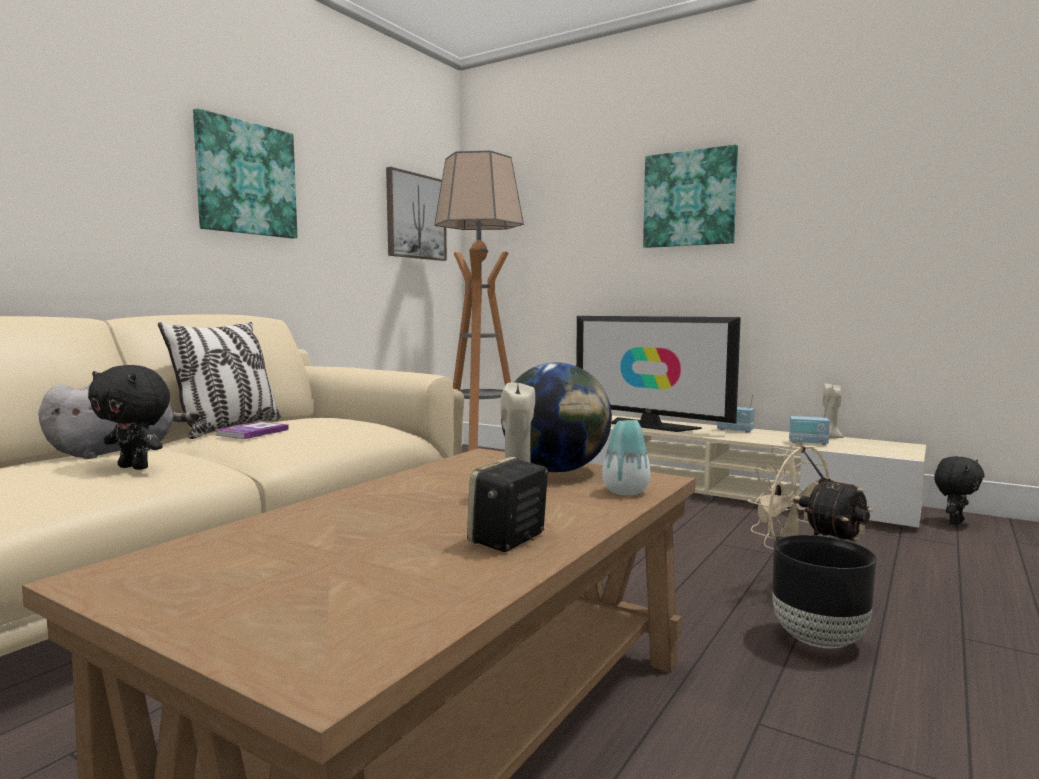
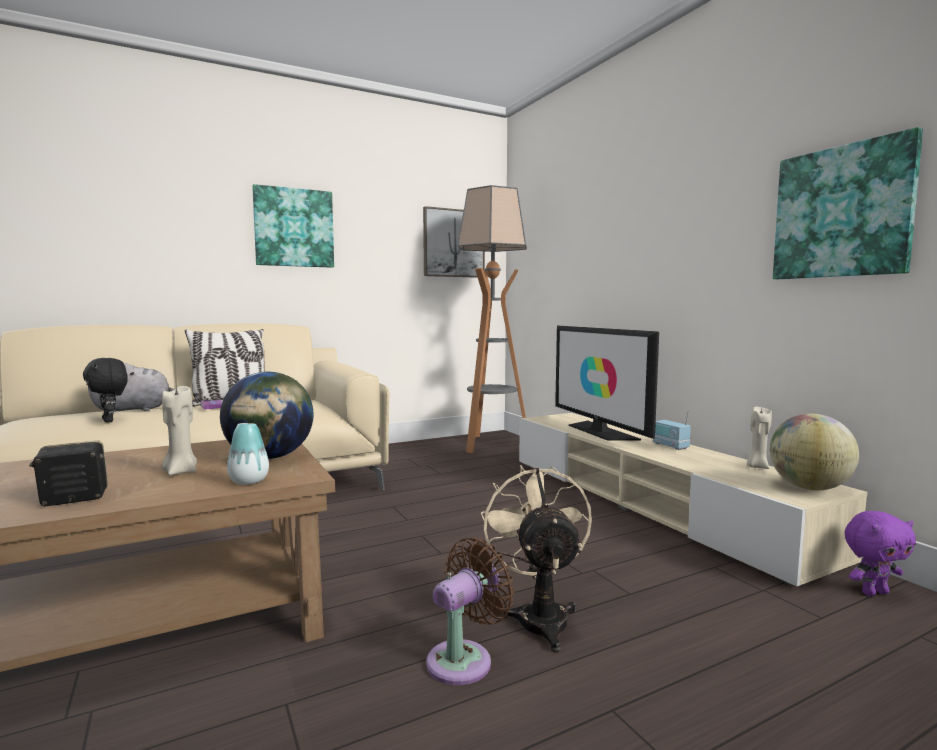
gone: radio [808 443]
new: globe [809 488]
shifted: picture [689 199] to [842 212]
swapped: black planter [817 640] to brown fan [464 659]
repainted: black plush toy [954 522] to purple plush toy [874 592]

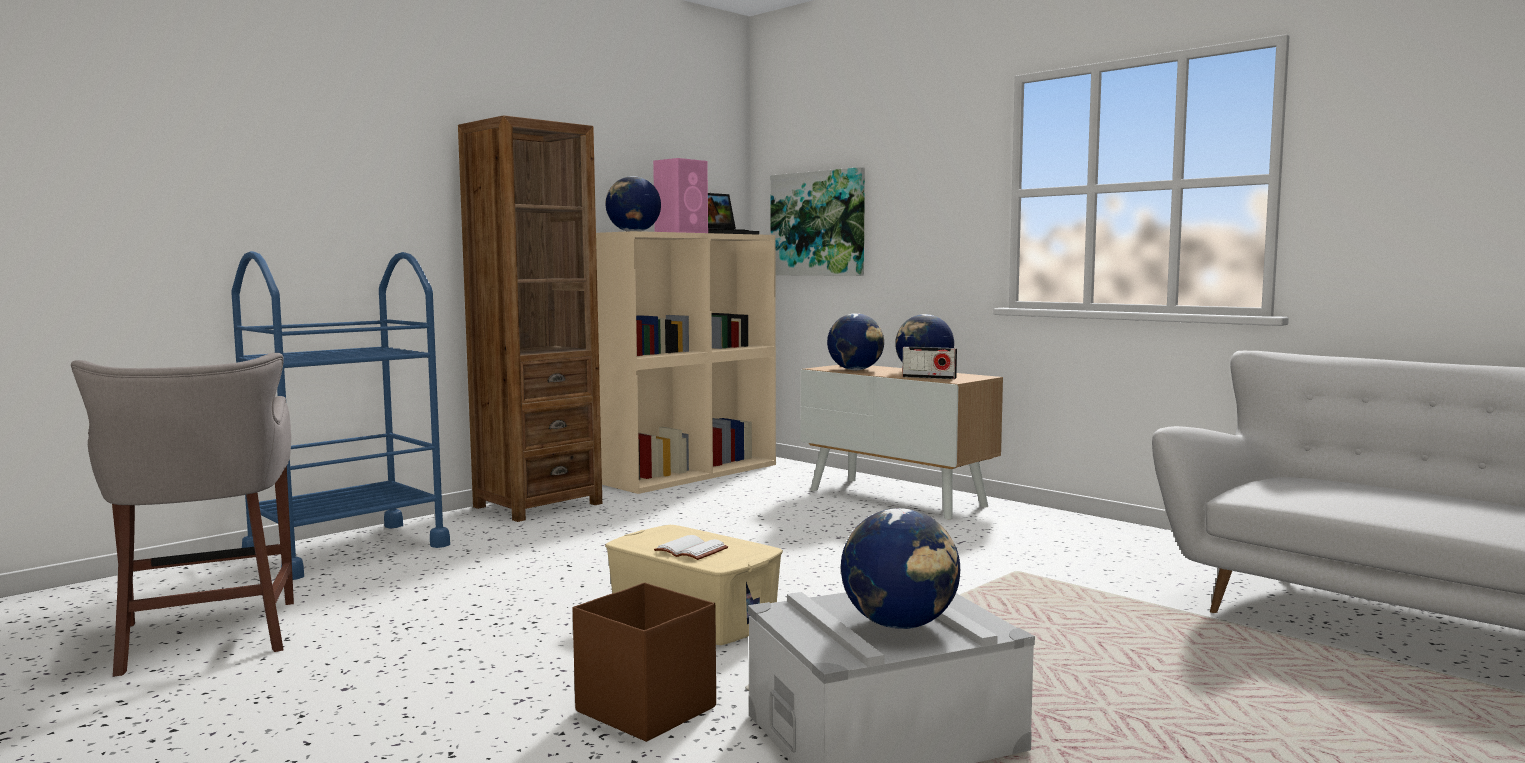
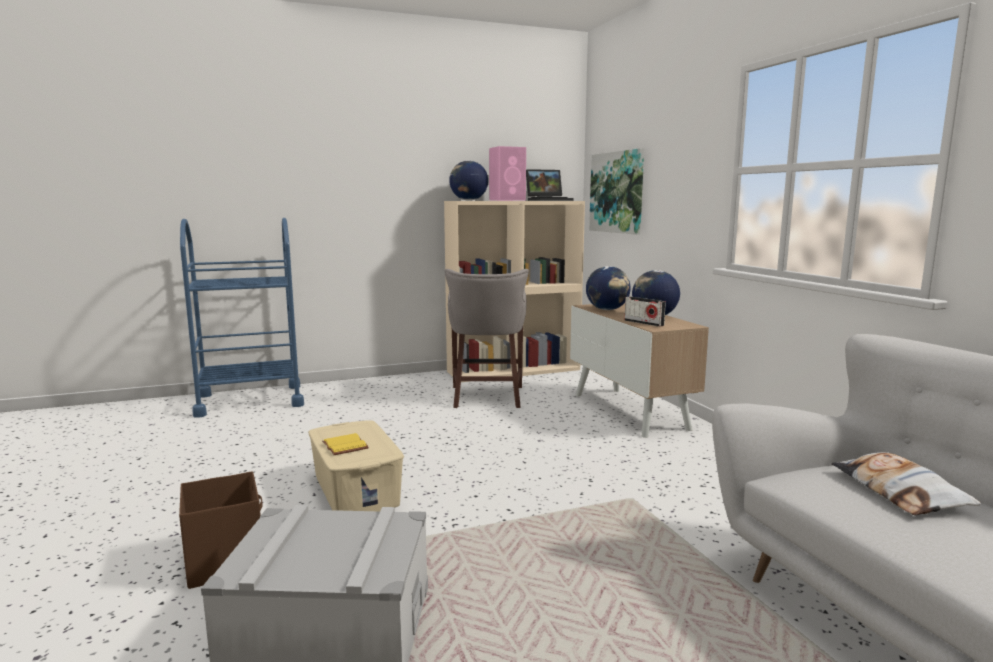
gone: brown bookcase [537 505]; globe [900 625]
new: pillow [899 492]
shifted: grey stool [206 638] to [487 397]
repainted: white book [693 550] to yellow book [346 446]

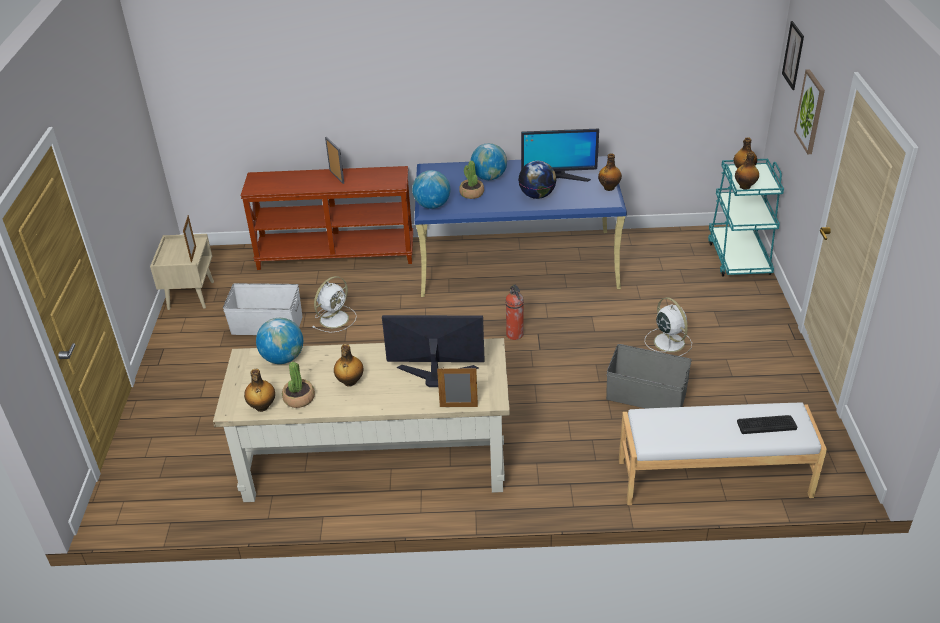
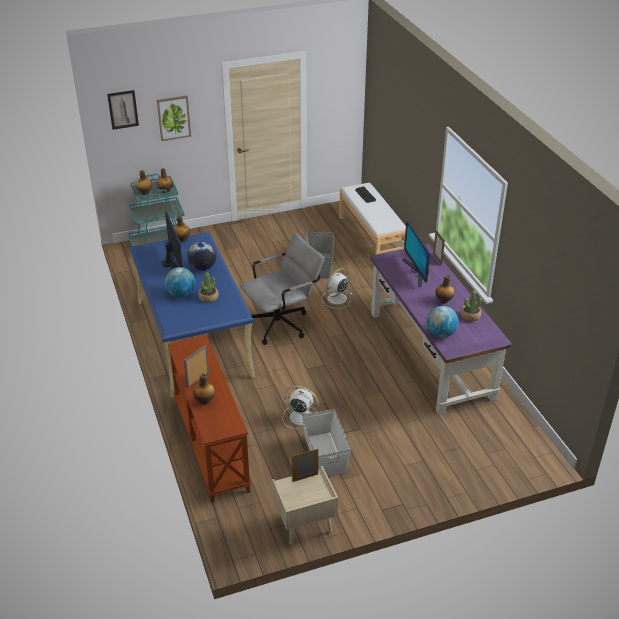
gone: globe [432 205]
shifted: bottle [262 407] to [205 401]; white fan [668 341] to [336 299]
swapped: fire extinguisher [515 335] to grey office chair [283 323]
repainted: beige desk [374 462] to purple desk [431 354]

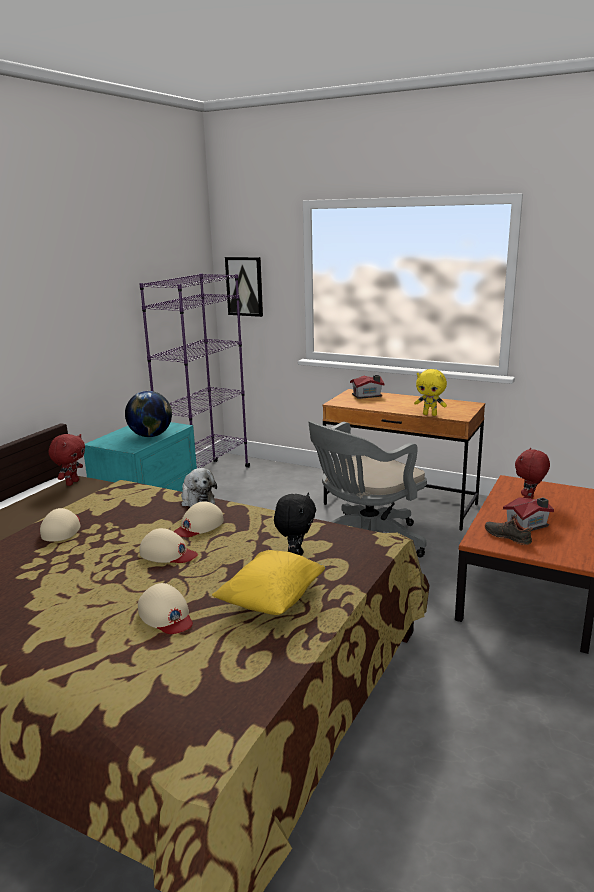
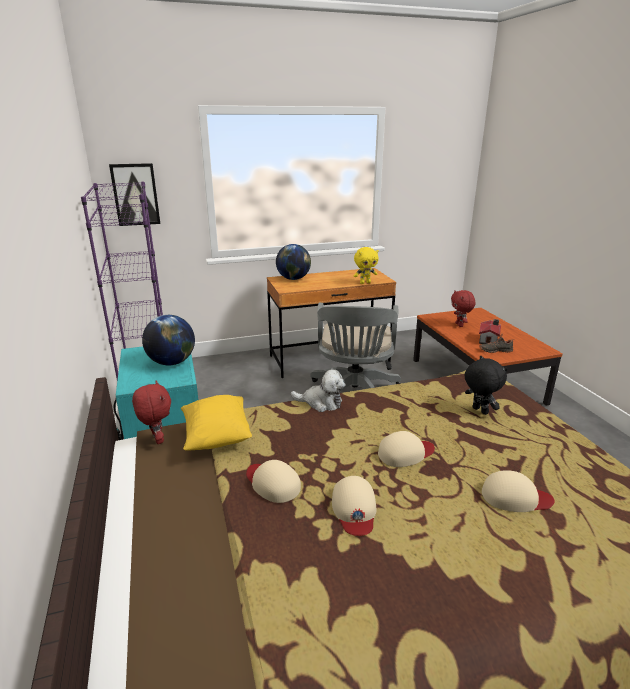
shifted: yellow pillow [272 601] to [217 437]; beige cap [199 526] to [354 509]
swapped: toy house [367 395] to globe [293 279]

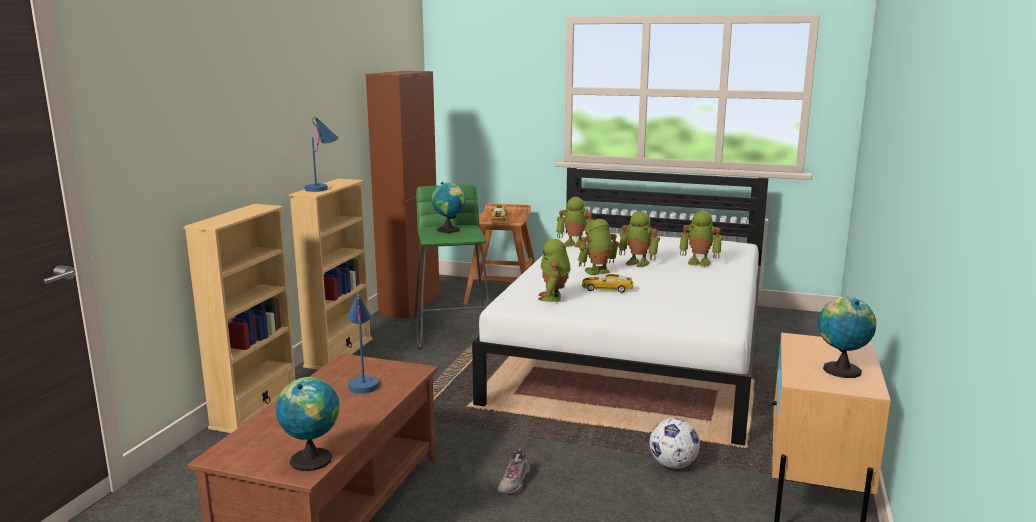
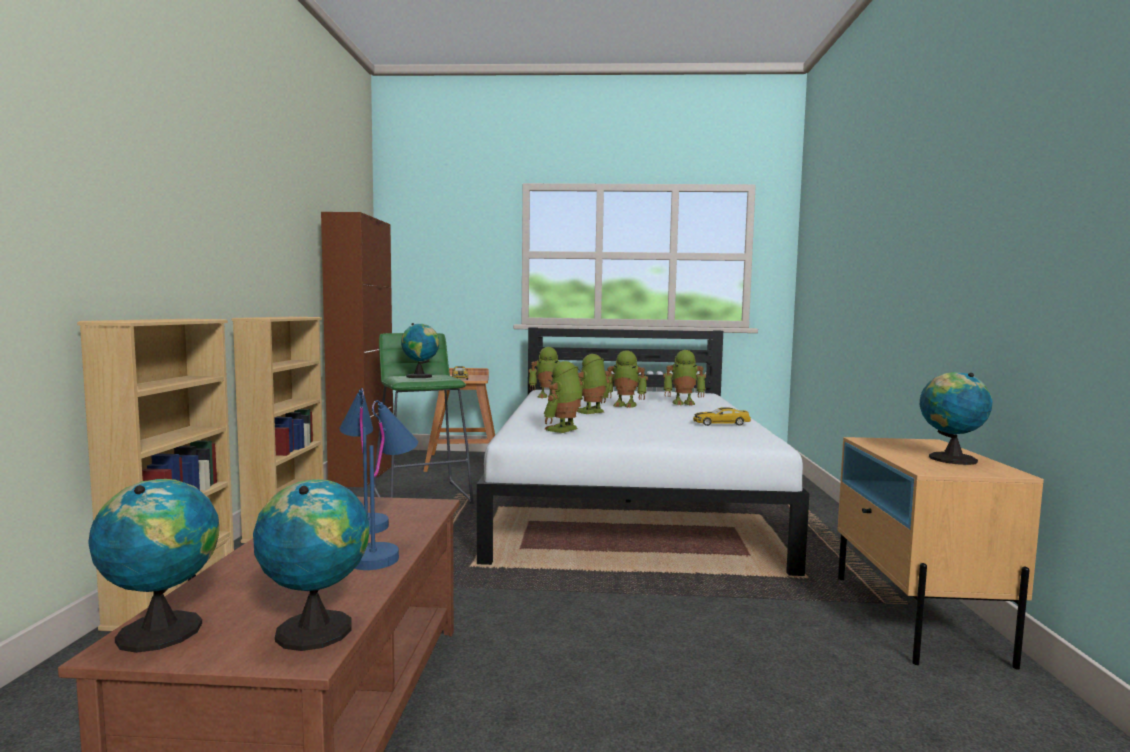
gone: shoe [514 483]; football [672 465]
new: globe [162 629]
shifted: blue table lamp [323 188] to [386 551]; toy car [607 289] to [721 423]
rotated: toy robot [554 297] = [564 430] 45 degrees clockwise

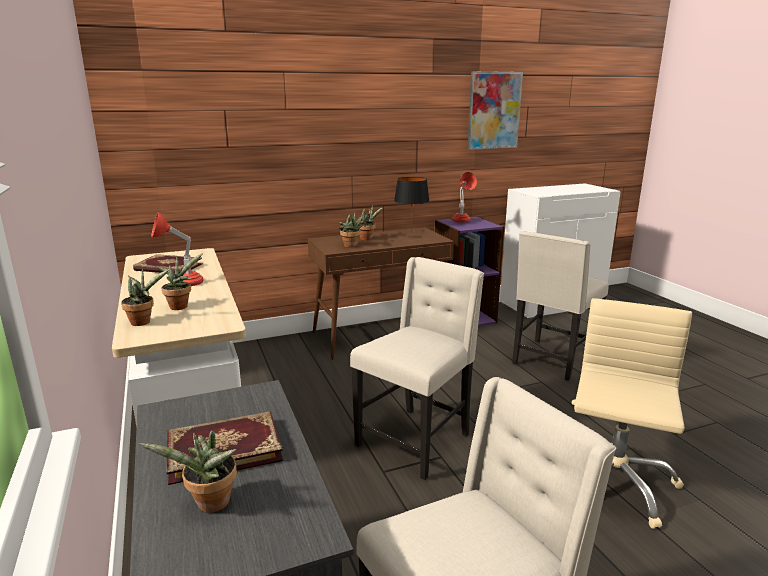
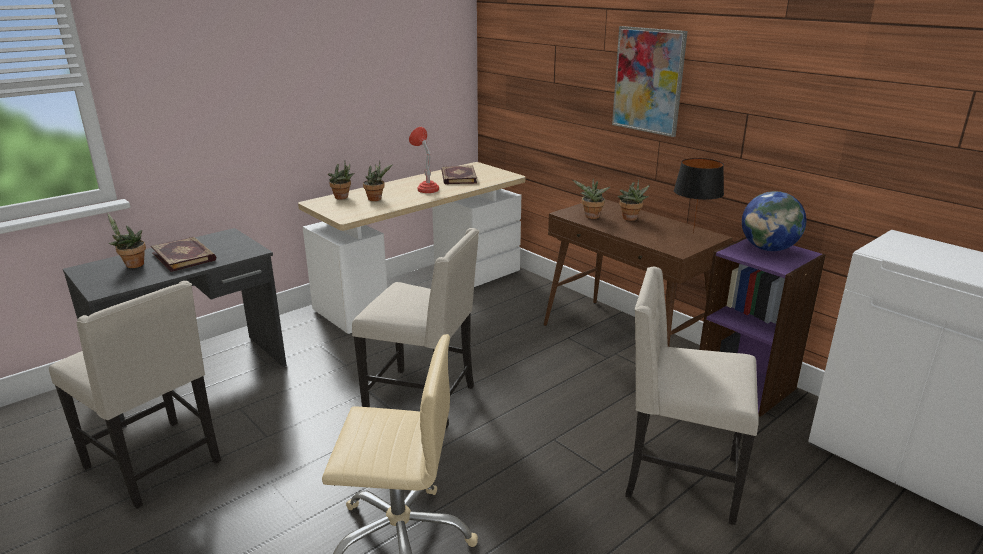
shifted: picture [494 110] to [648 80]
swapped: red table lamp [462 222] to globe [768 249]

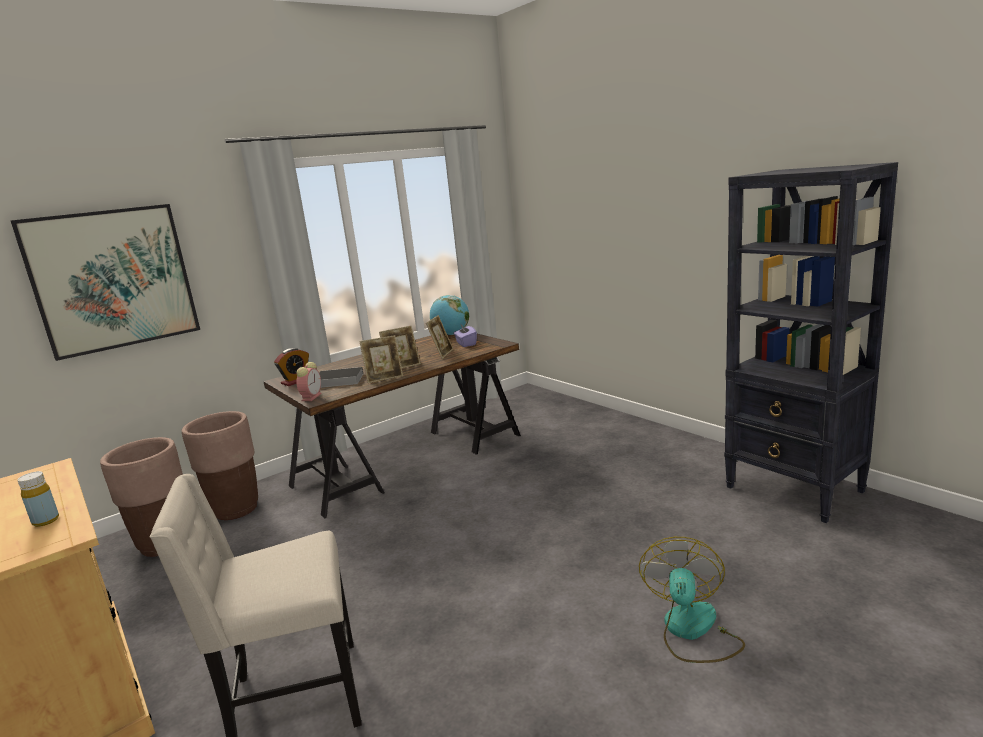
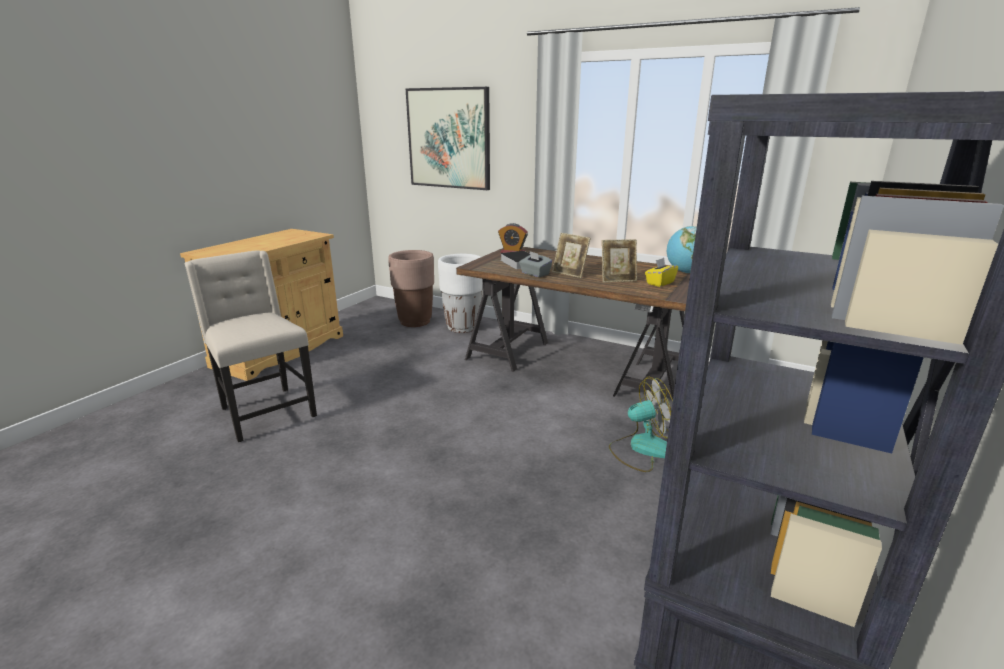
gone: yellow bottle [46 521]; alarm clock [311 397]
shifted: fan [692 631] to [641 449]
swapped: picture frame [384 378] to grey tissue box [535 274]
repainted: brown planter [236 509] to white planter [463 327]; purple tissue box [466 344] to yellow tissue box [659 283]

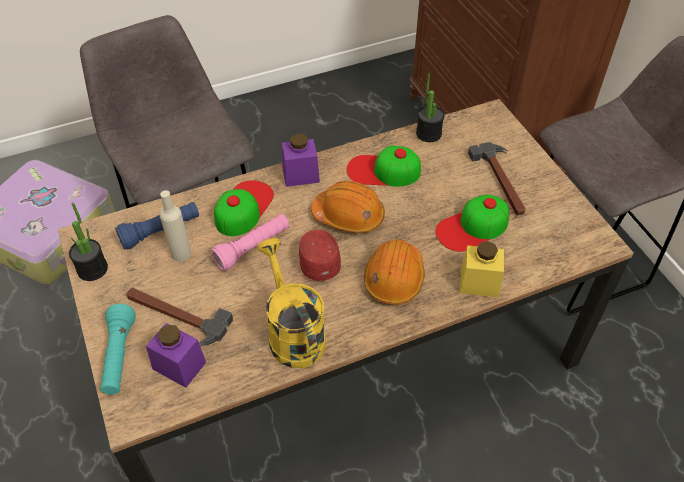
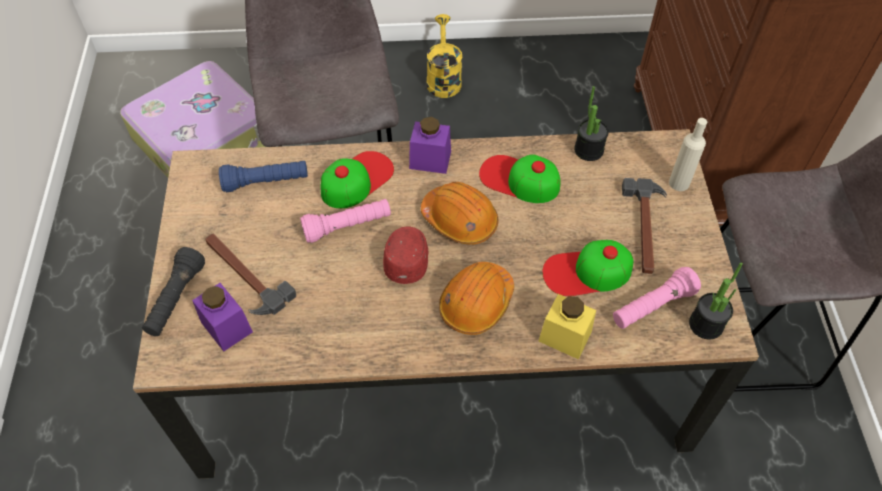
new: pink flashlight [652 307]
shifted: yellow watering can [292 332] to [443 78]; beige bottle [181 253] to [679 183]; potted plant [92 269] to [706 324]
repainted: turquoise flashlight [119 356] to black flashlight [176 299]

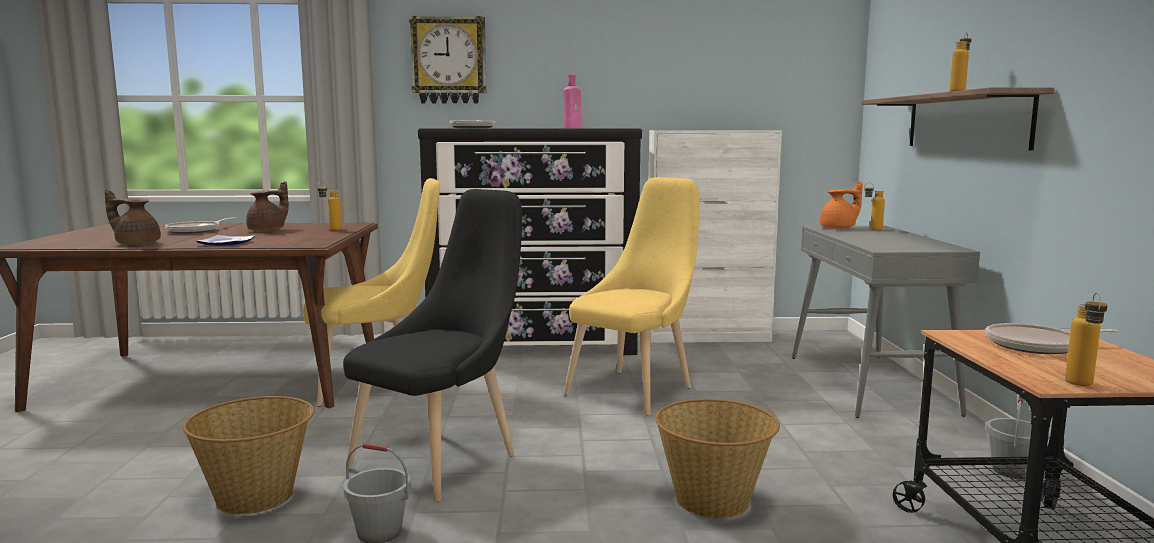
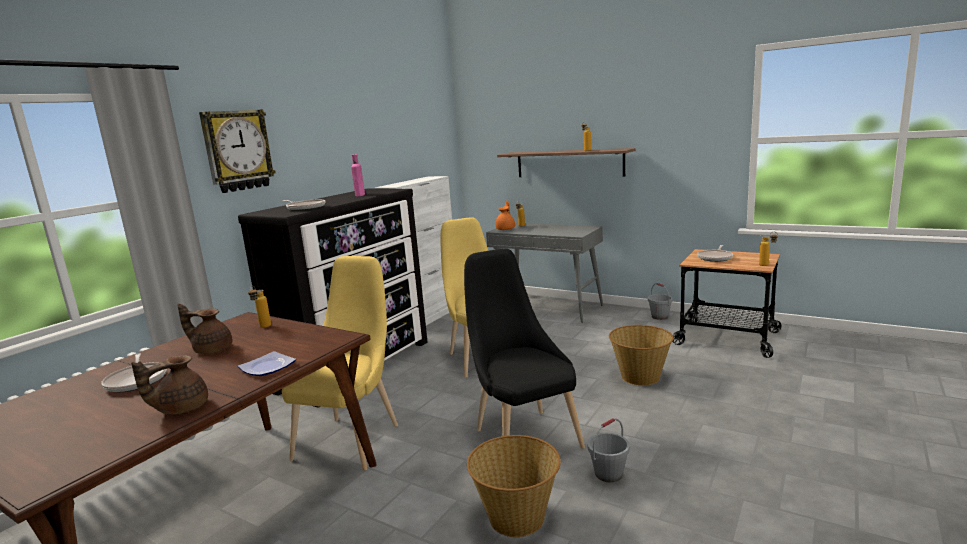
rotated: brown teapot [268 230] = [212 349] 60 degrees counterclockwise

